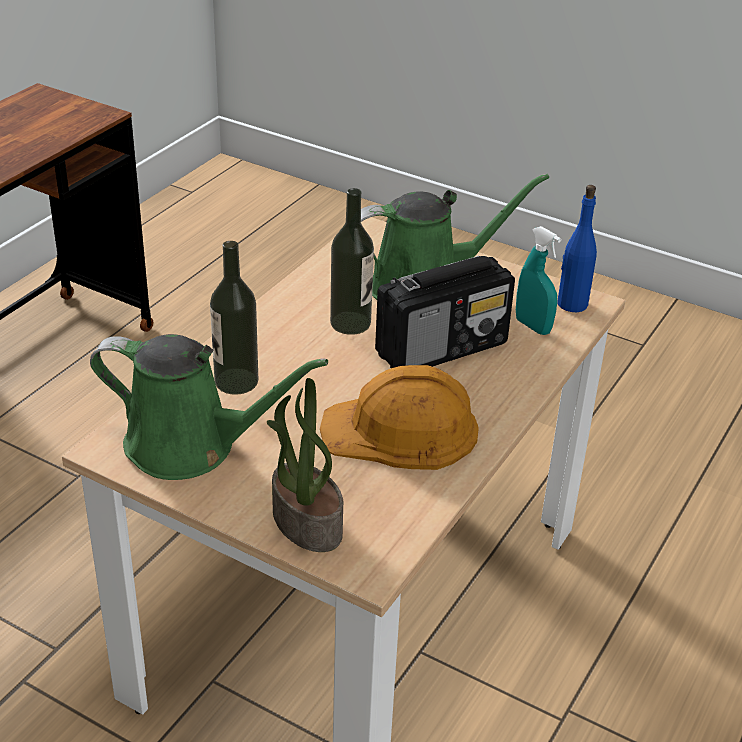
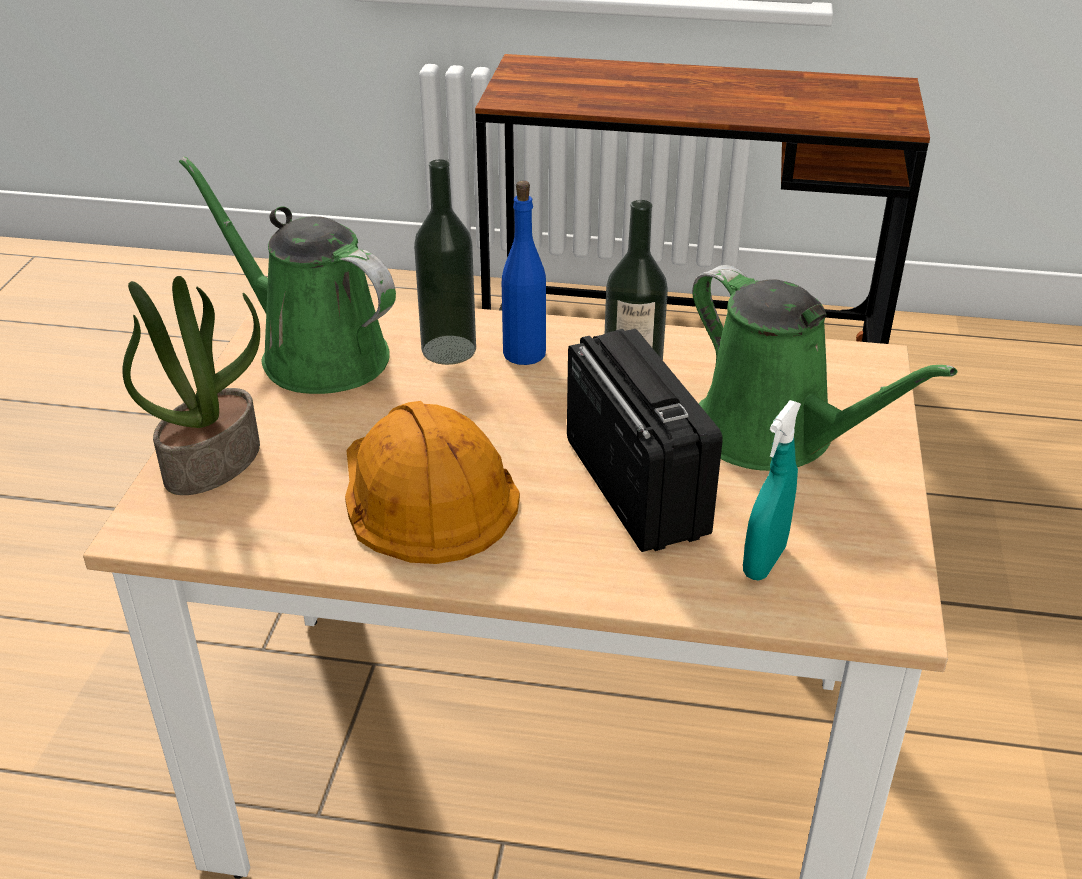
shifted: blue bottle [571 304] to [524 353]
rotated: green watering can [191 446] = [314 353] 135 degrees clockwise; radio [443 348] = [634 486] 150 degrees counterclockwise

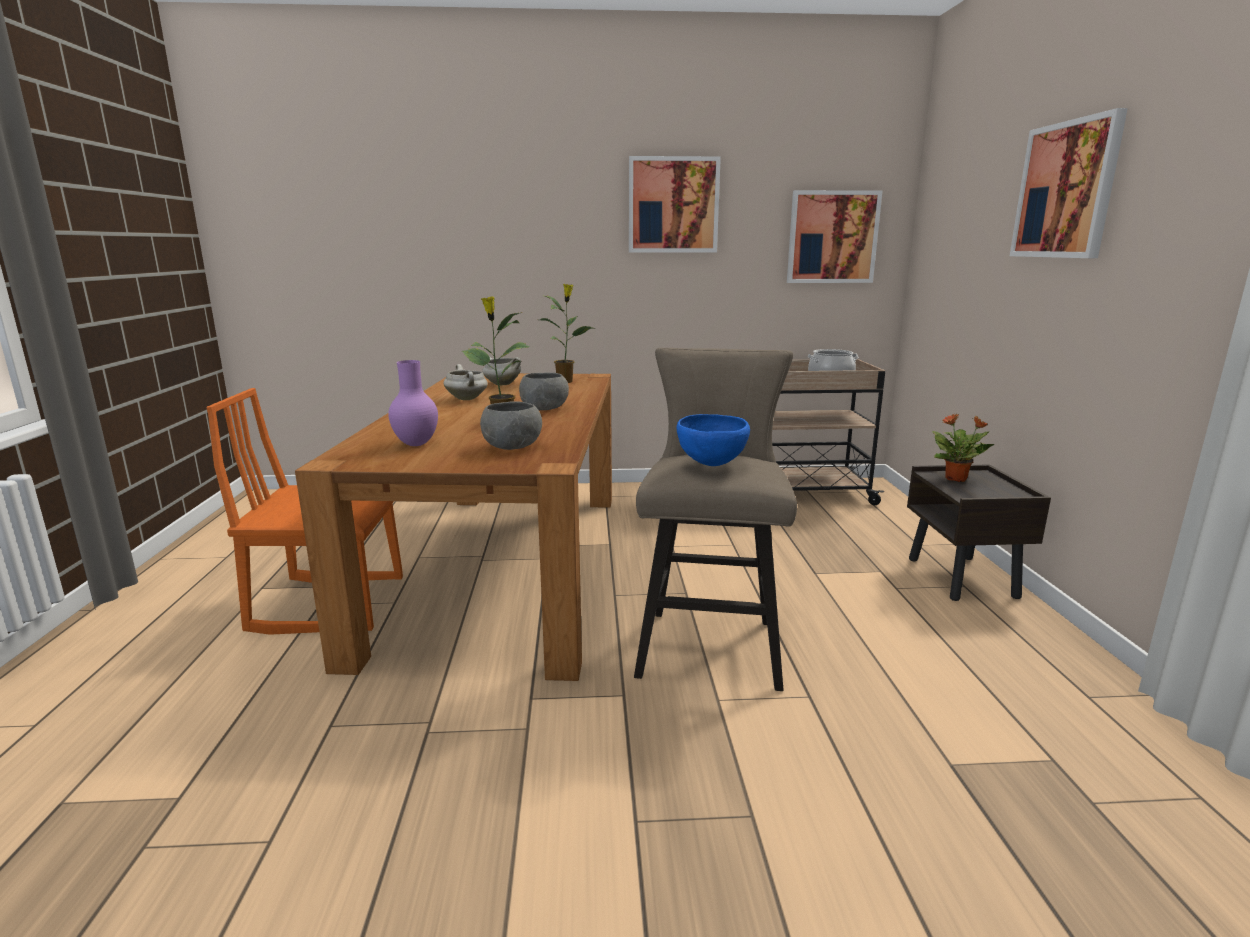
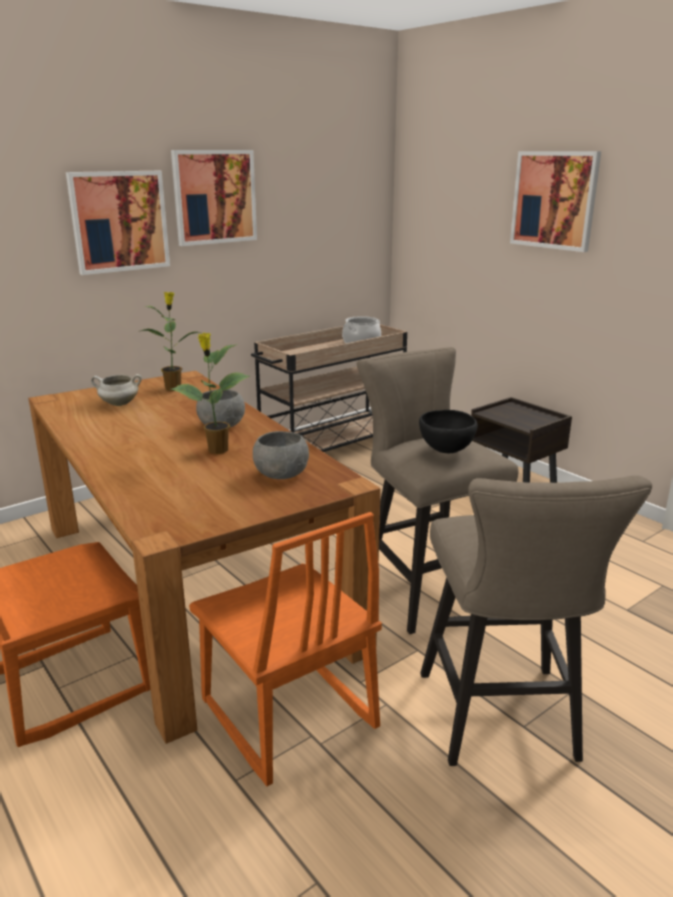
gone: purple vase [416 444]; white cooking pot [467 399]; potted plant [957 479]
new: orange chair [287 715]; beige stool [502 723]
shifted: picture [832 237] to [119 221]
repainted: blue bowl [711 465] to black bowl [445 452]

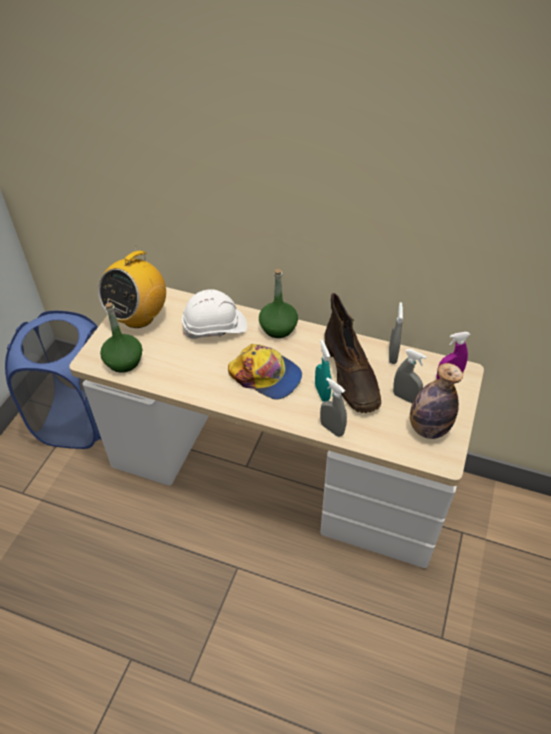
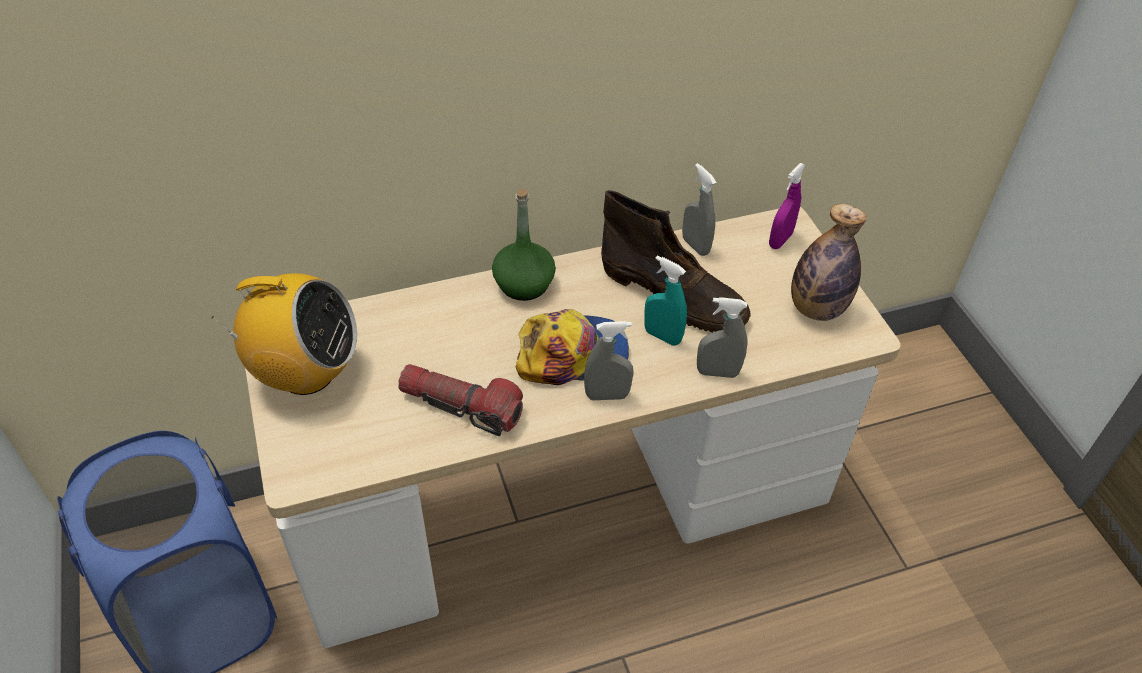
gone: green bottle [123 361]; white hard hat [215 327]
new: flashlight [461 406]
shifted: grey spray bottle [405 397] to [607 395]
rotated: radio [138 317] = [305 374] 75 degrees counterclockwise

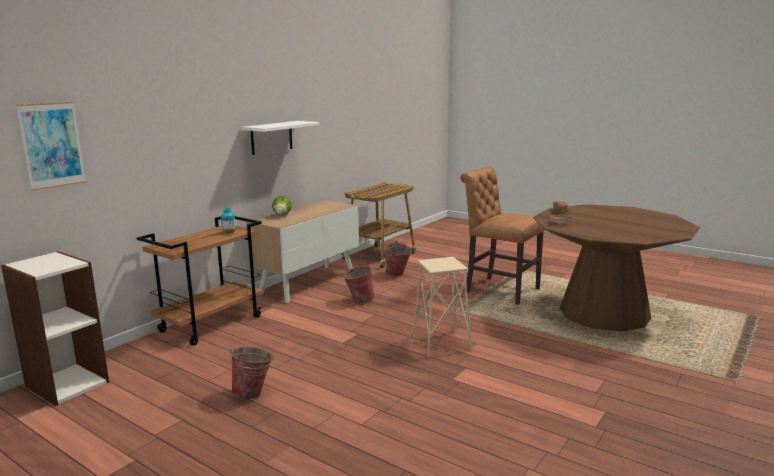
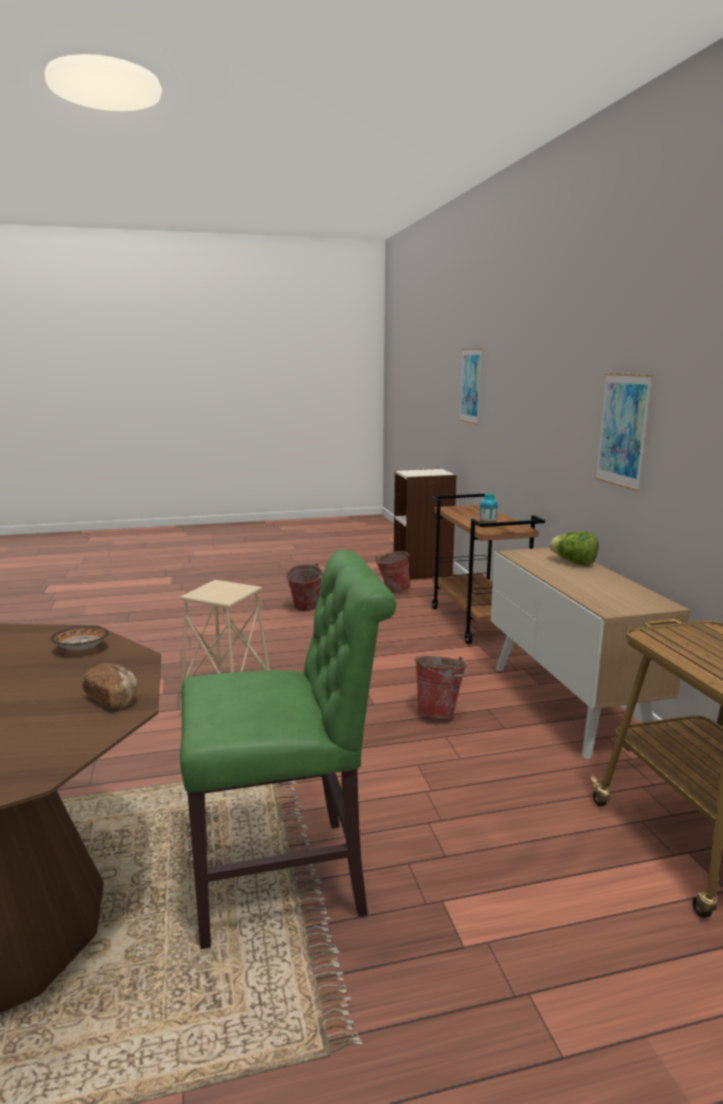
shifted: bucket [397 274] to [392 590]
swapped: white shelf [271 137] to picture [623 430]
repainted: brown chair [498 290] to green chair [288 877]

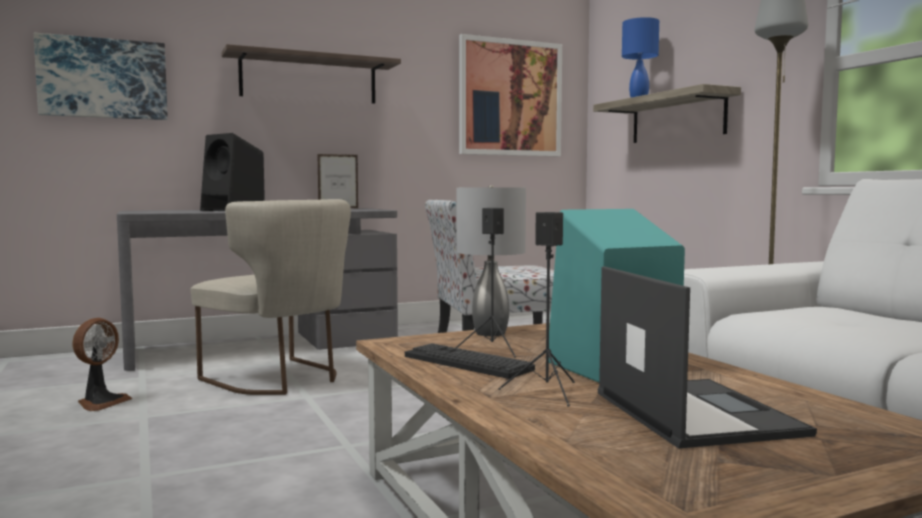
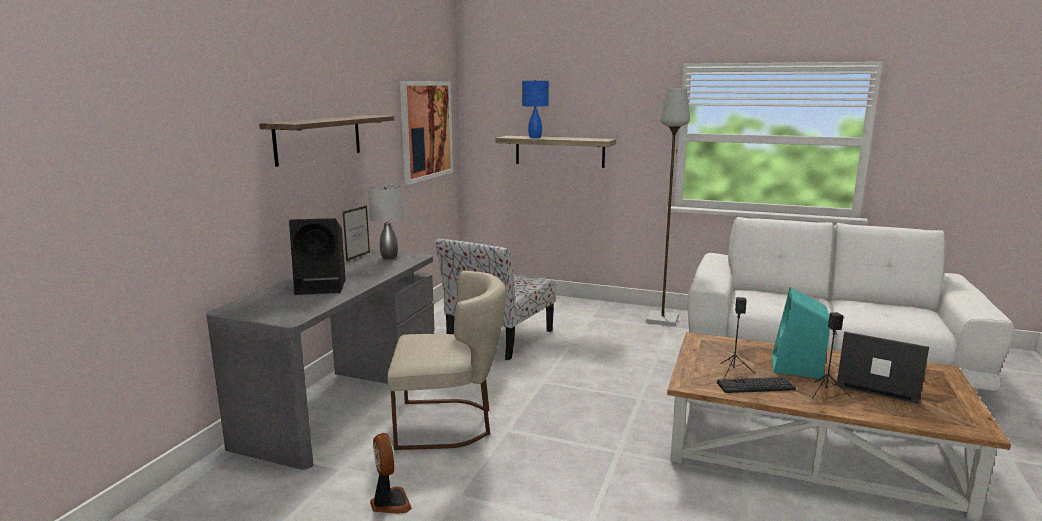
gone: picture [103 78]
shifted: grey table lamp [490 333] to [388 257]

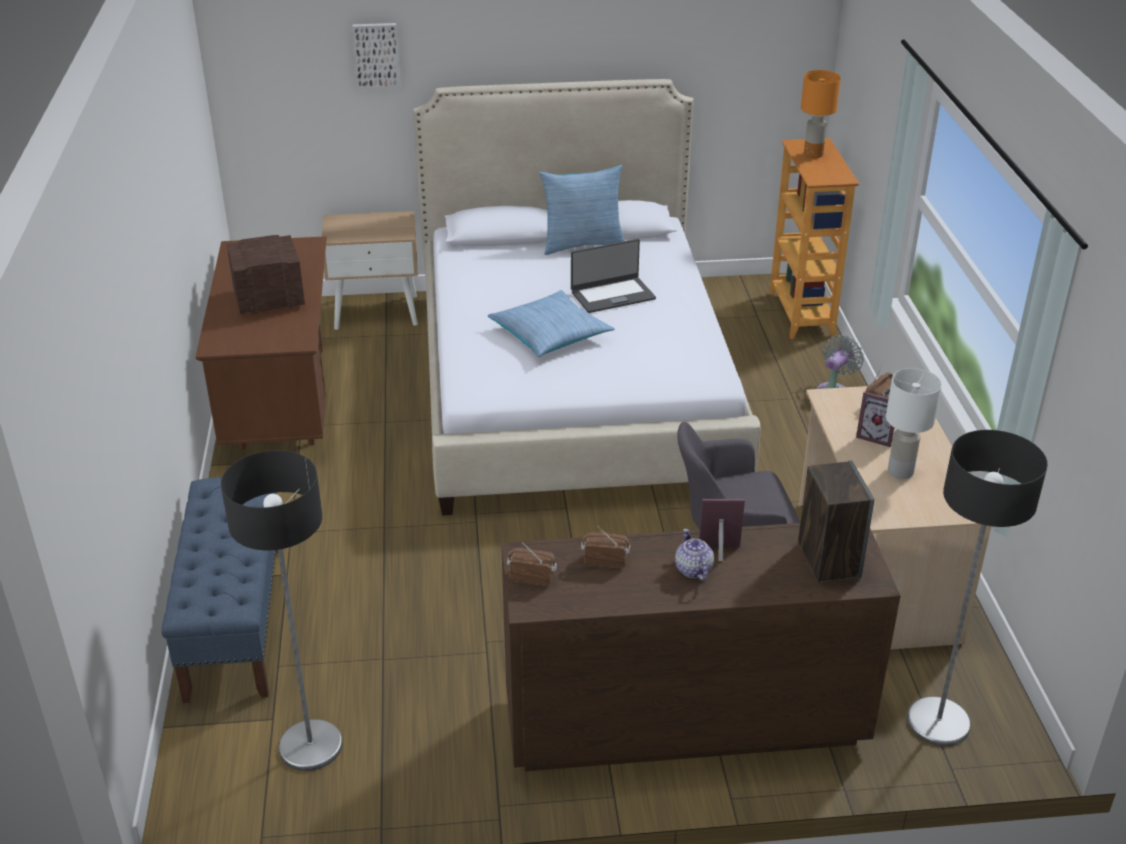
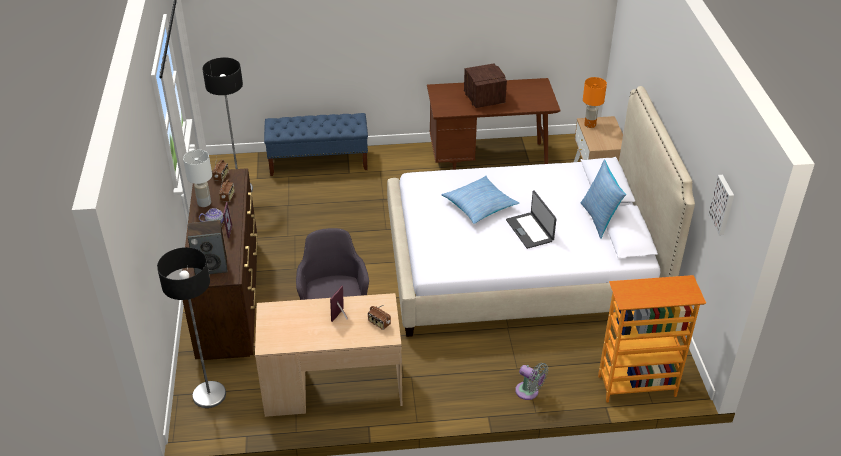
shifted: white table lamp [900 471] to [204 203]; orange table lamp [813 154] to [590 125]; picture [376 55] to [723 204]

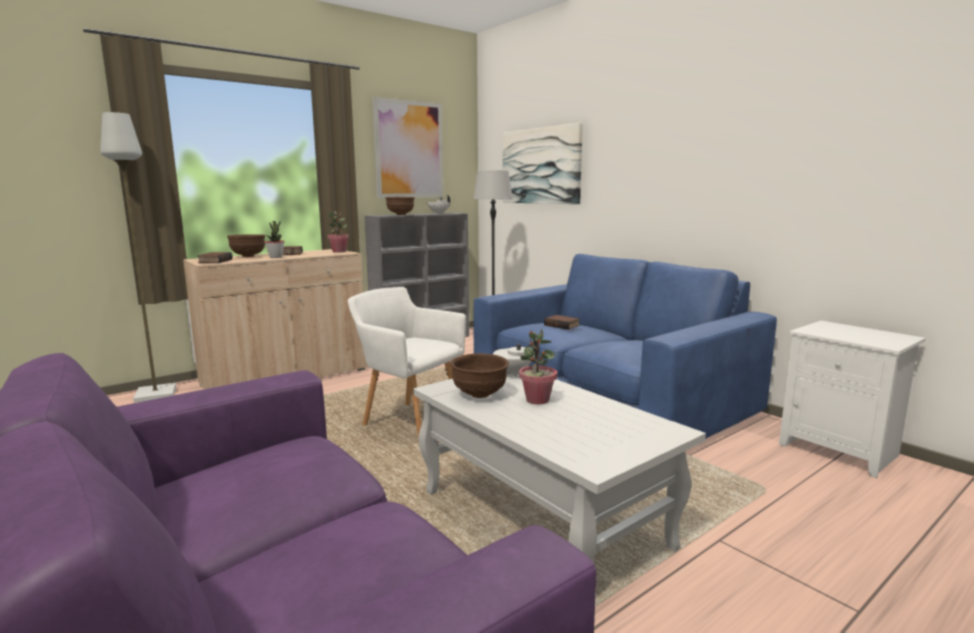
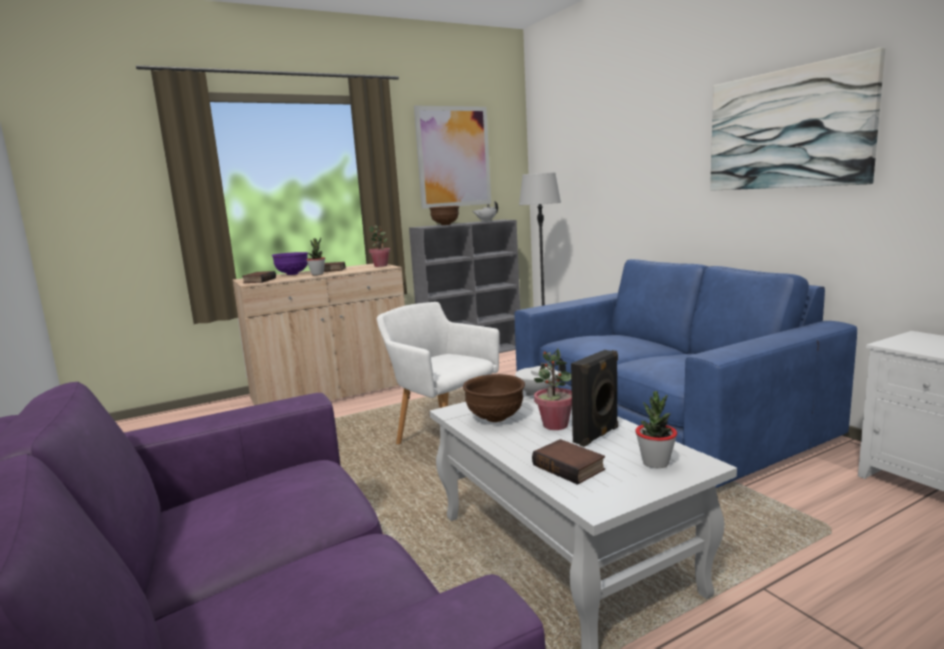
gone: grey floor lamp [155 394]
new: black speaker [597 435]; potted plant [655 463]
shifted: book [562 325] to [570 467]; picture [541 166] to [787 129]
repainted: brown bowl [249 256] to purple bowl [293 274]

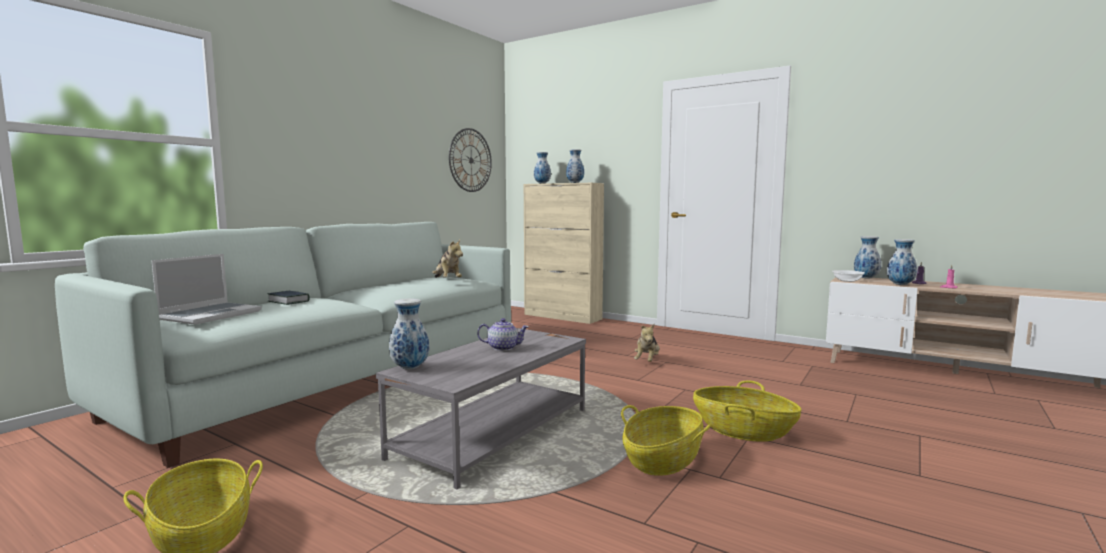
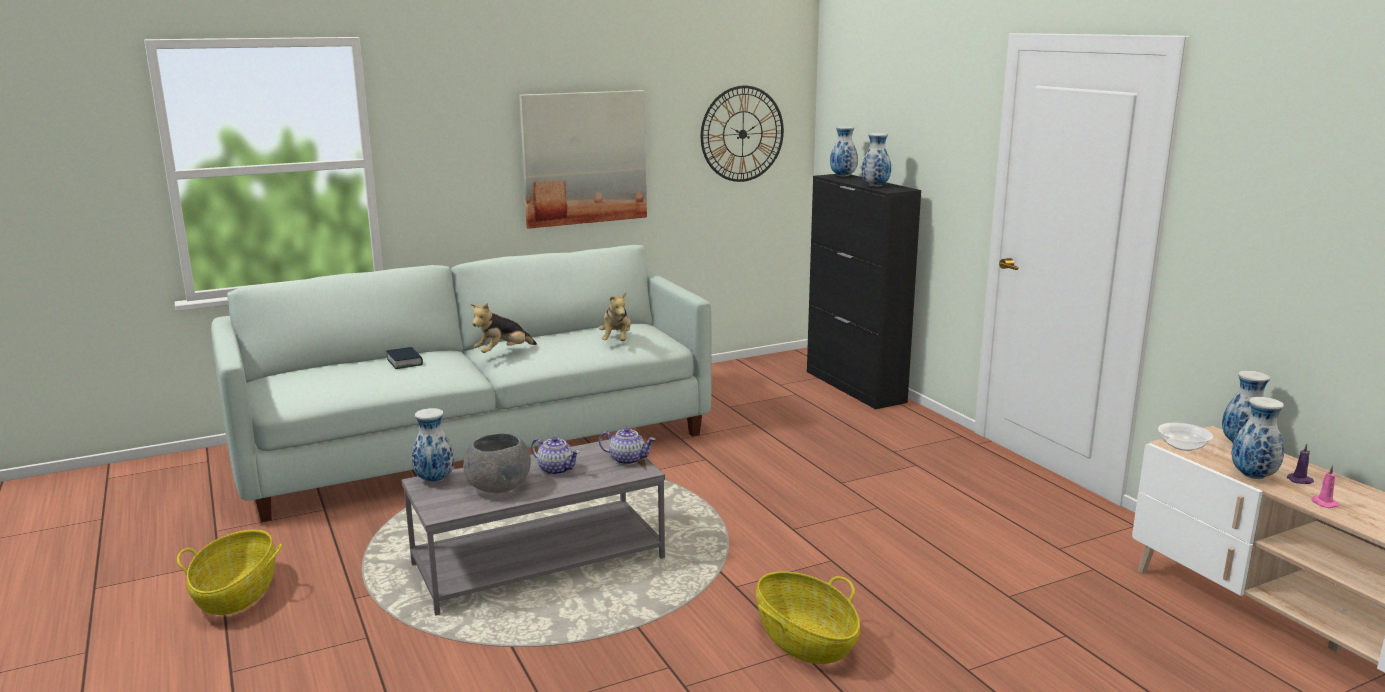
gone: laptop [211 315]; basket [663 460]
new: grey bowl [498 487]; picture [584 158]; teapot [628 459]
shifted: plush toy [647 361] to [503 353]
repainted: beige cabinet [562 317] to black cabinet [855 387]

